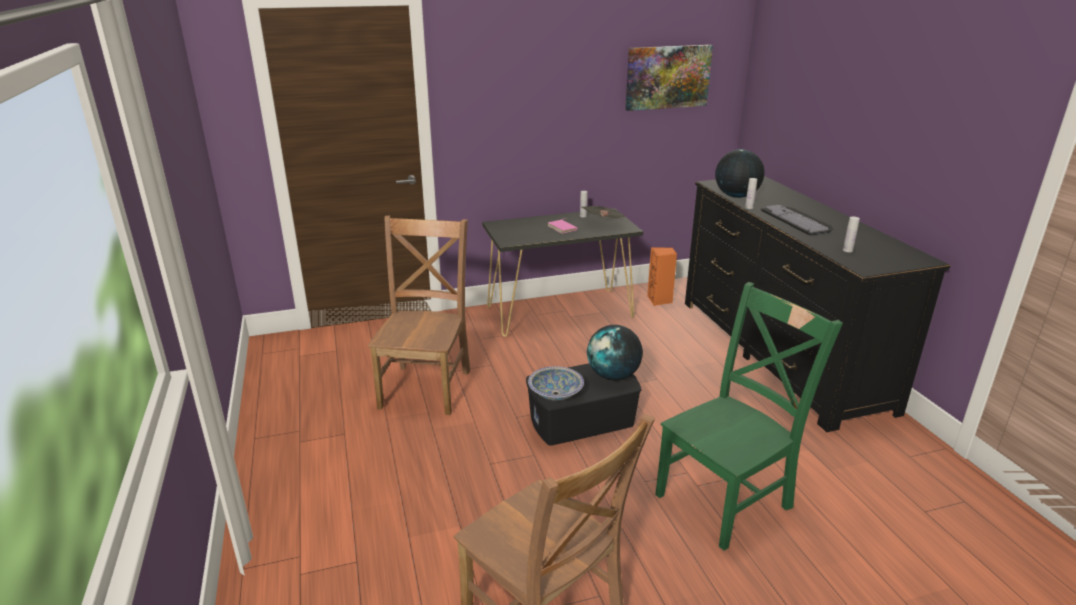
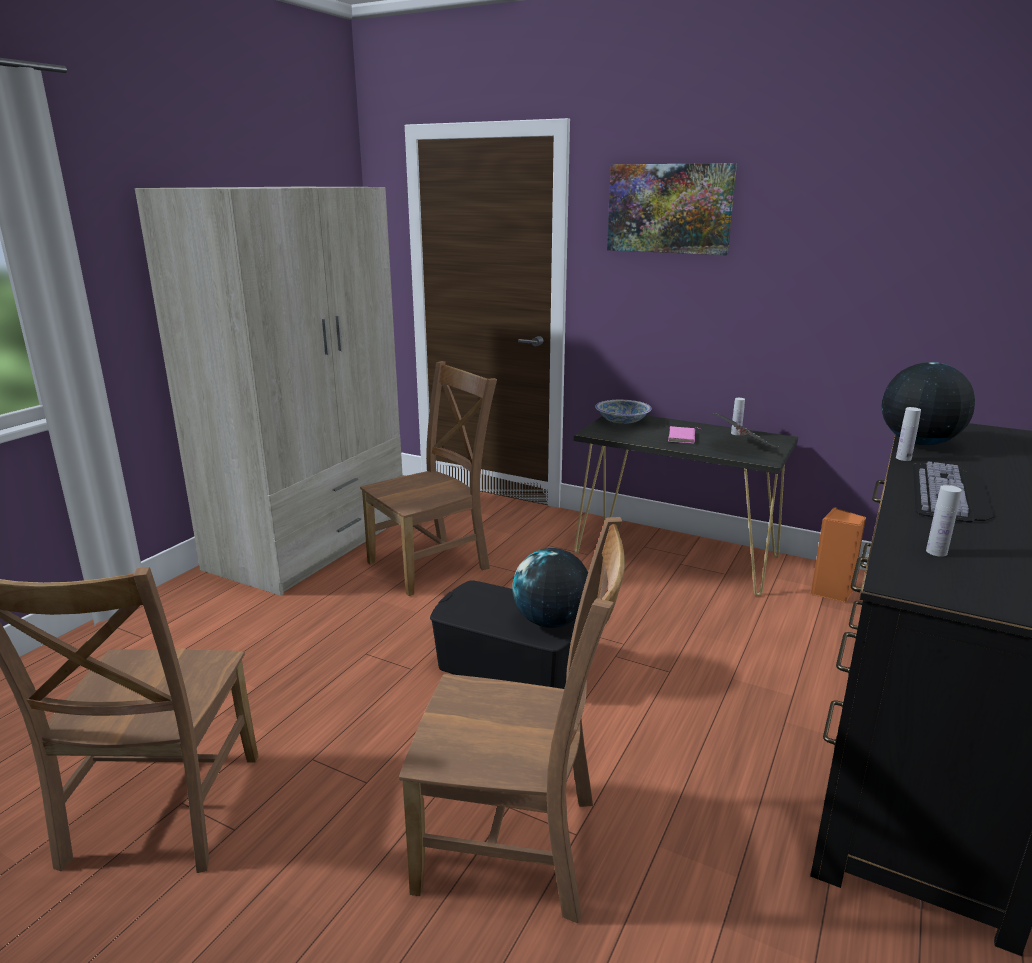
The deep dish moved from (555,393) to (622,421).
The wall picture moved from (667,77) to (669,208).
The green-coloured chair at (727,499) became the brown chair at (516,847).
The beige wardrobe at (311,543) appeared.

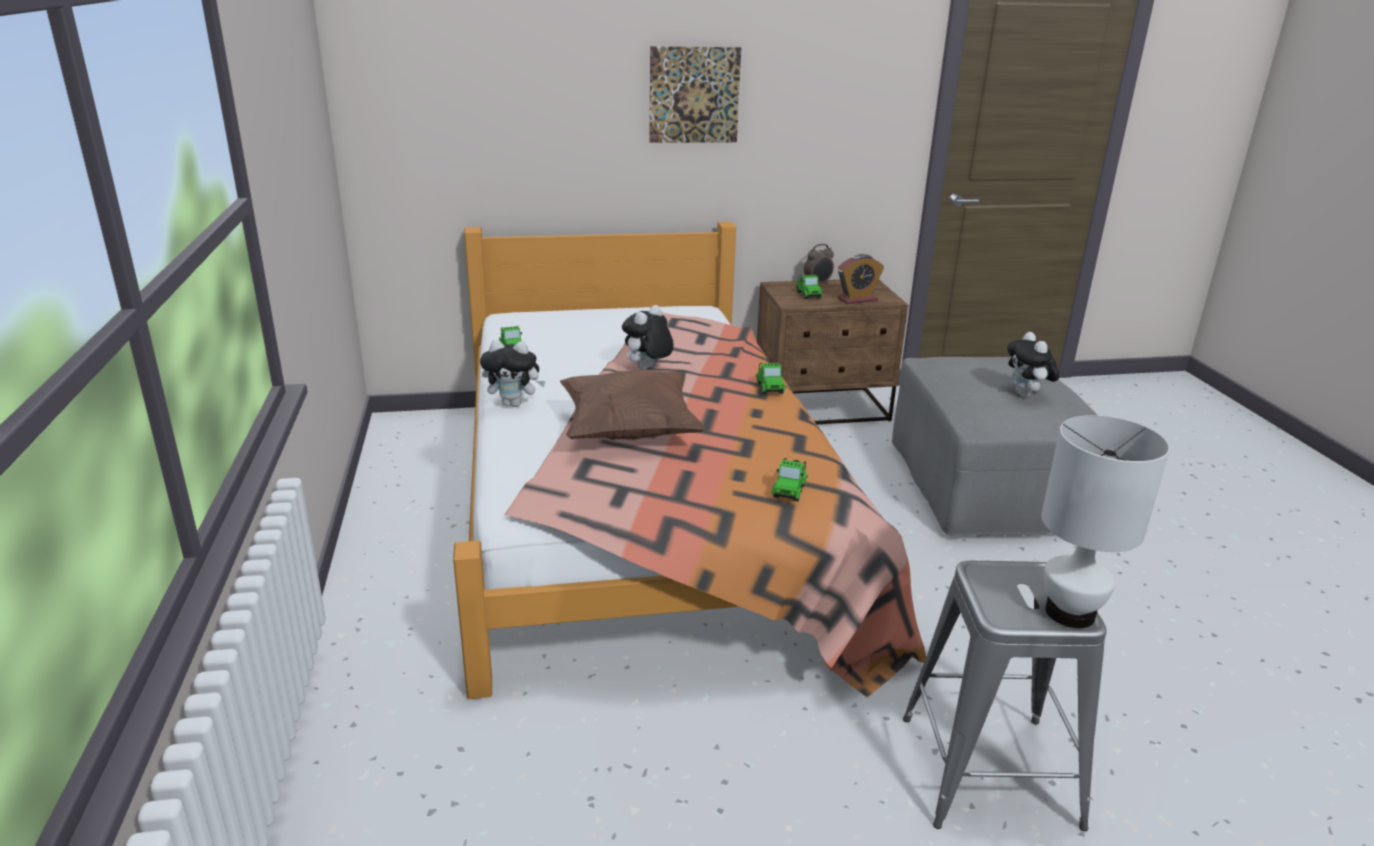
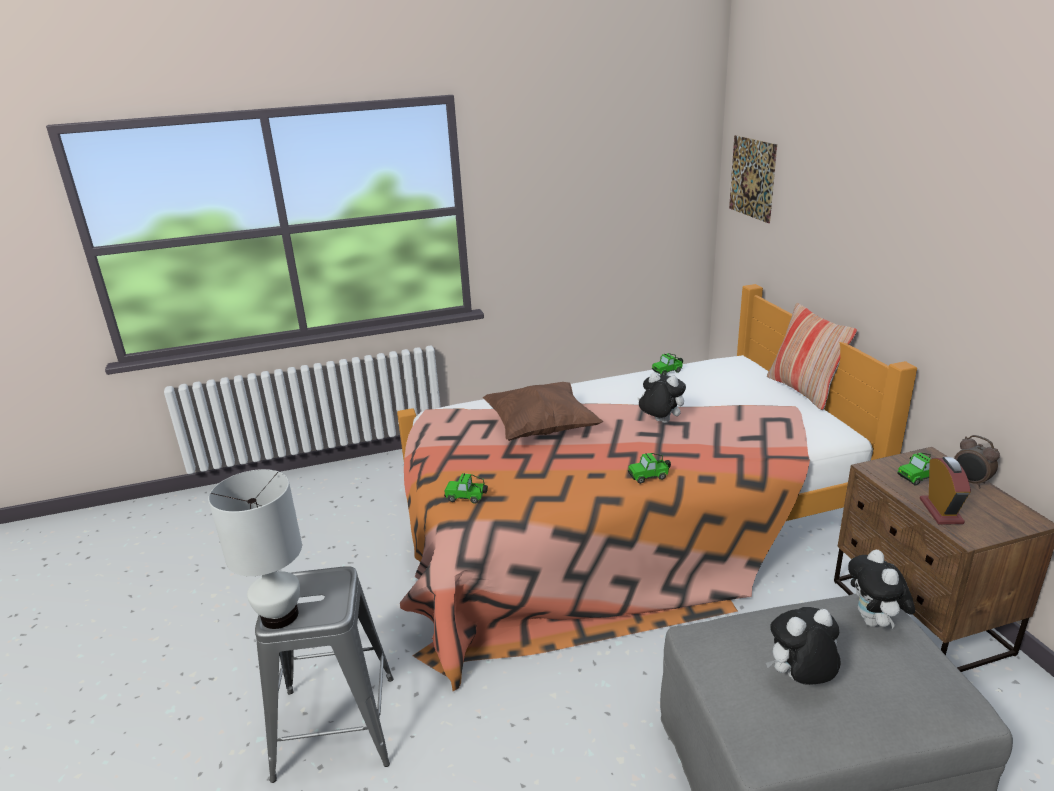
The cuddly toy moved from (514,404) to (874,622).
The wall picture moved from (694,95) to (752,178).
The bedside clock at (857,299) turned 150 degrees counterclockwise.
The pillow at (803,390) appeared.

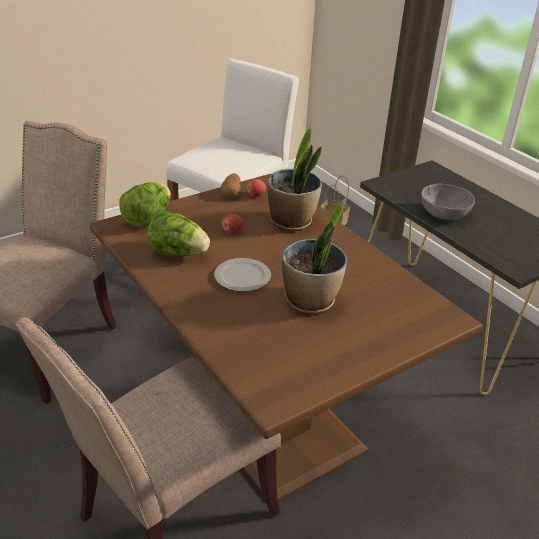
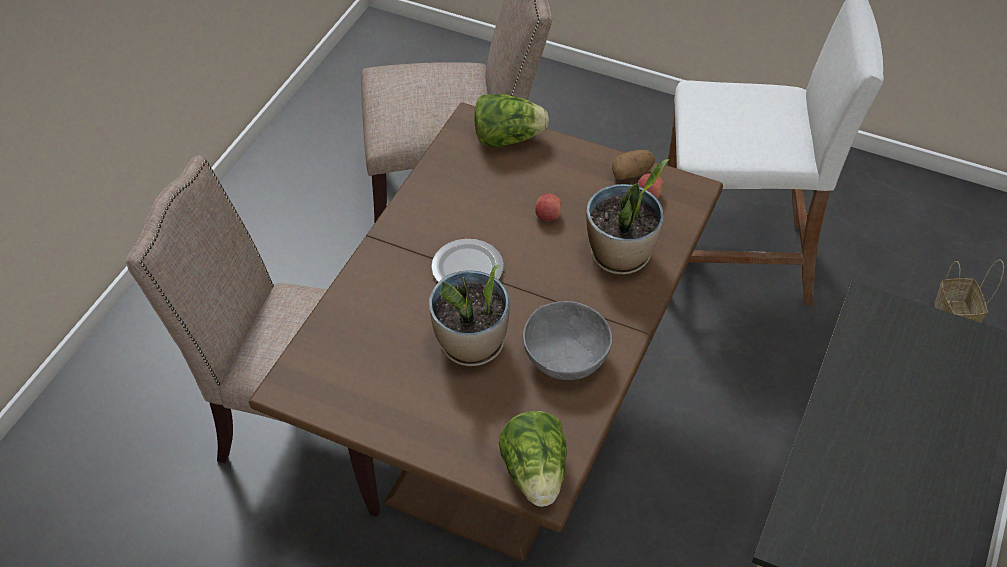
The head of lettuce moved from (178,253) to (535,473).
The greyish deep dish moved from (443,214) to (565,357).

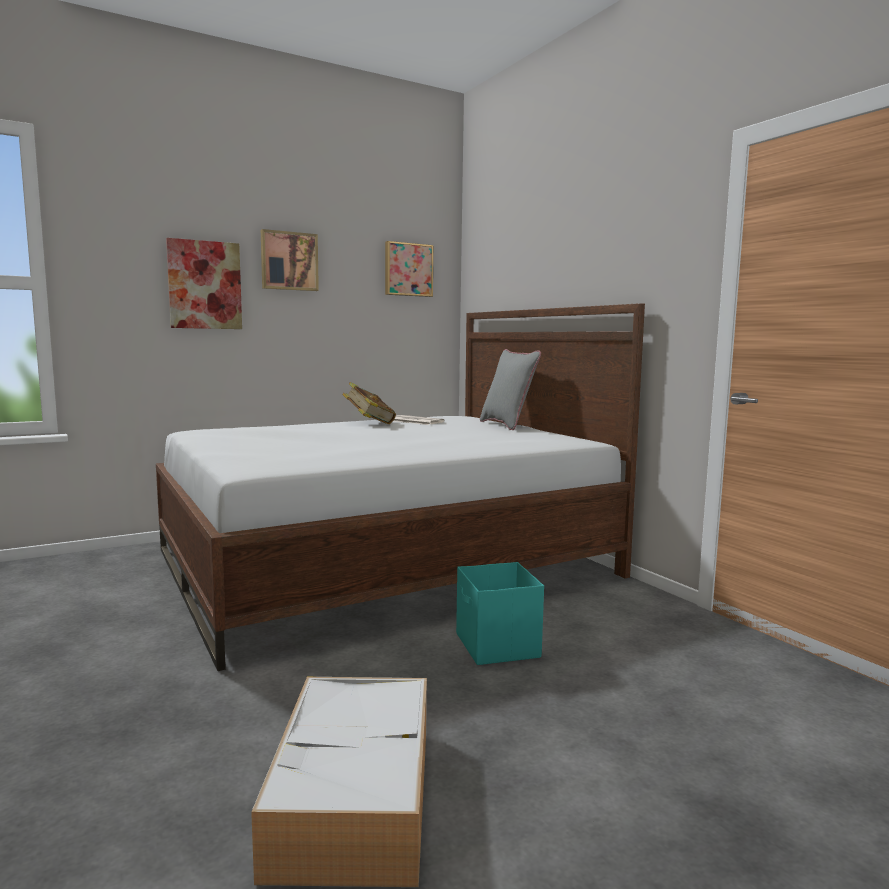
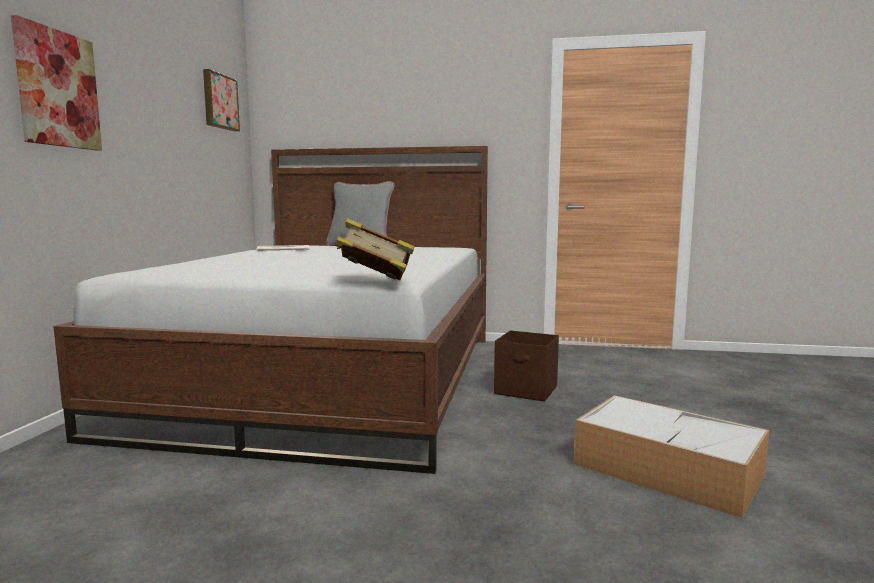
The wall picture at (289,261) disappeared.
The volume moved from (369,423) to (374,283).
The turquoise-coloured storage bin at (497,646) became the brown storage bin at (526,390).

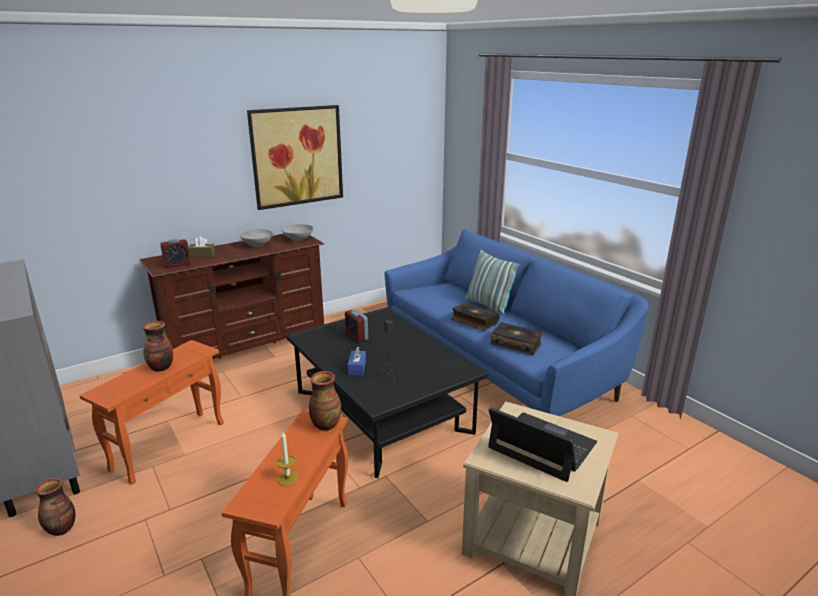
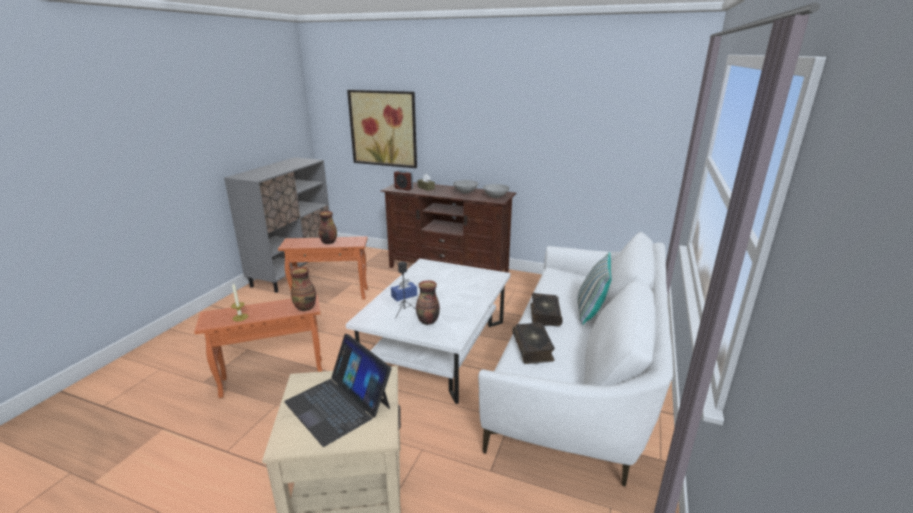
The vase moved from (61,529) to (428,321).
The wall picture moved from (297,156) to (383,128).
The blackish lounge table at (382,412) became the white lounge table at (437,347).
The bedside clock at (356,336) disappeared.
The bluish sofa at (498,365) became the white sofa at (578,376).
The laptop at (542,446) turned 135 degrees clockwise.

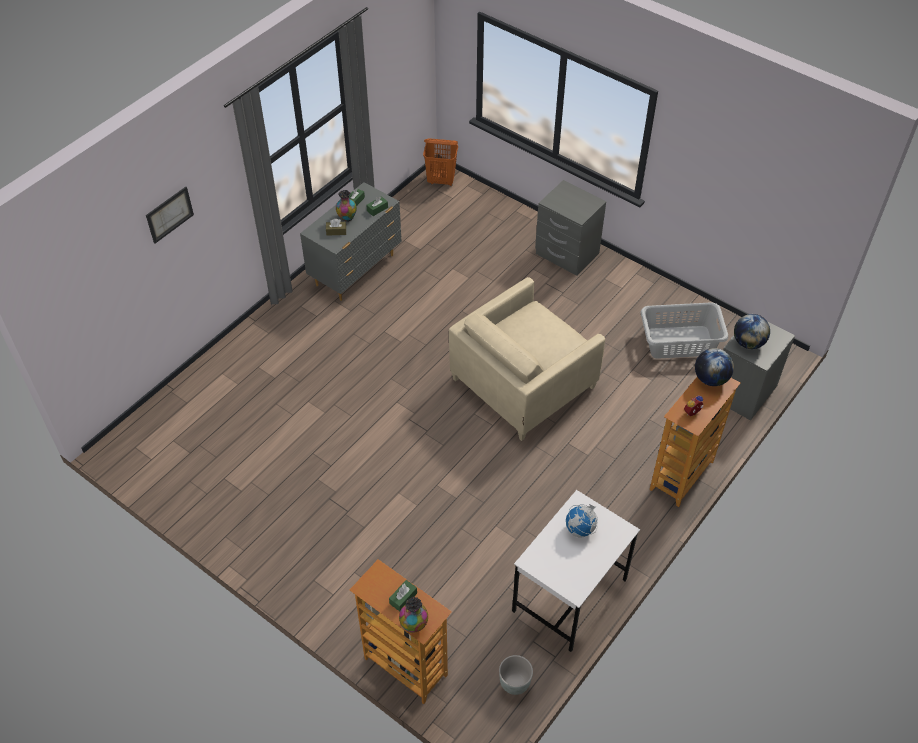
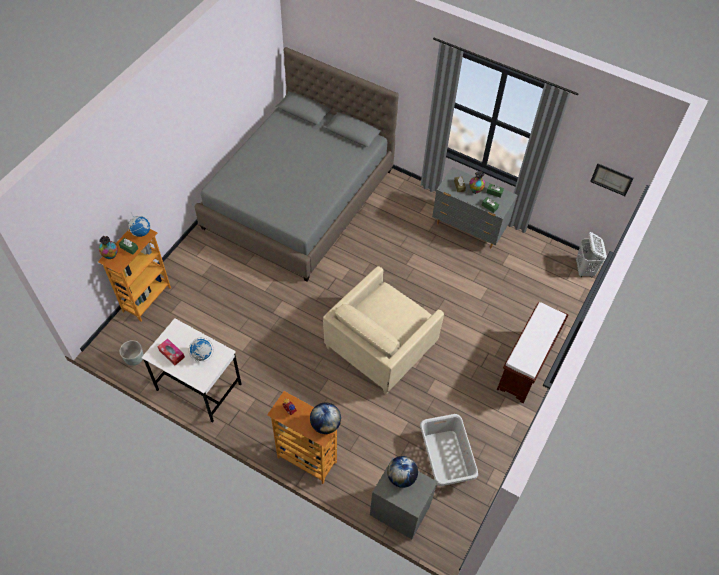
The wall picture moved from (169,214) to (611,179).
The orangey washing basket at (441,181) became the white washing basket at (584,270).
The beige lounge chair at (523,382) turned 90 degrees counterclockwise.
The greyish bedside table at (566,254) was replaced by the brown bench at (526,366).
The desk globe at (141,232) appeared.
The box of tissues at (171,354) appeared.
The greyish bedroom bed at (299,199) appeared.

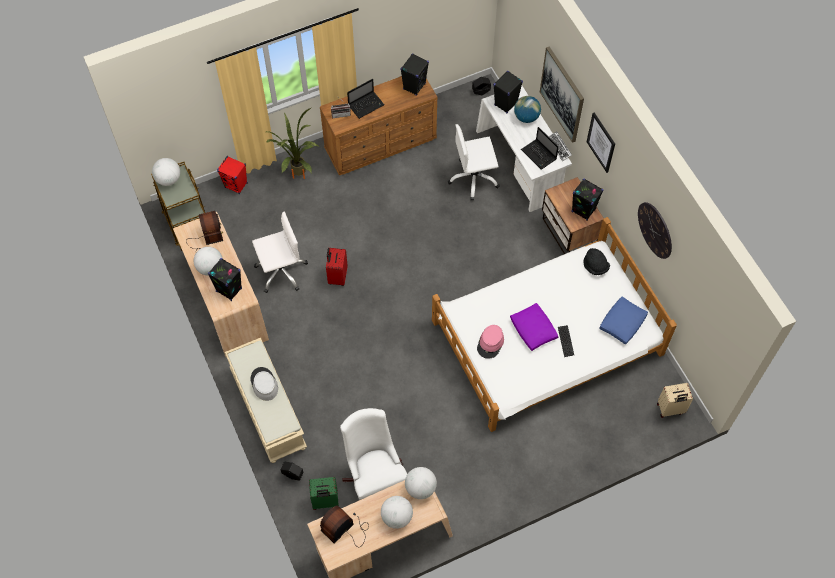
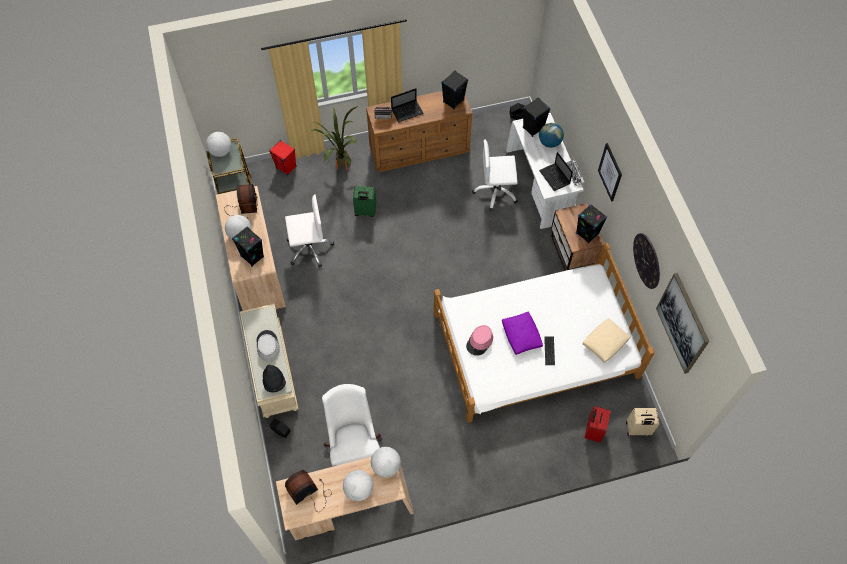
The green-coloured suitcase moved from (325,501) to (365,212).
The red suitcase moved from (337,276) to (593,430).
The wall picture moved from (562,94) to (682,323).
The blackish hat moved from (595,266) to (274,382).
The bluish pillow at (622,323) became the beige pillow at (605,343).

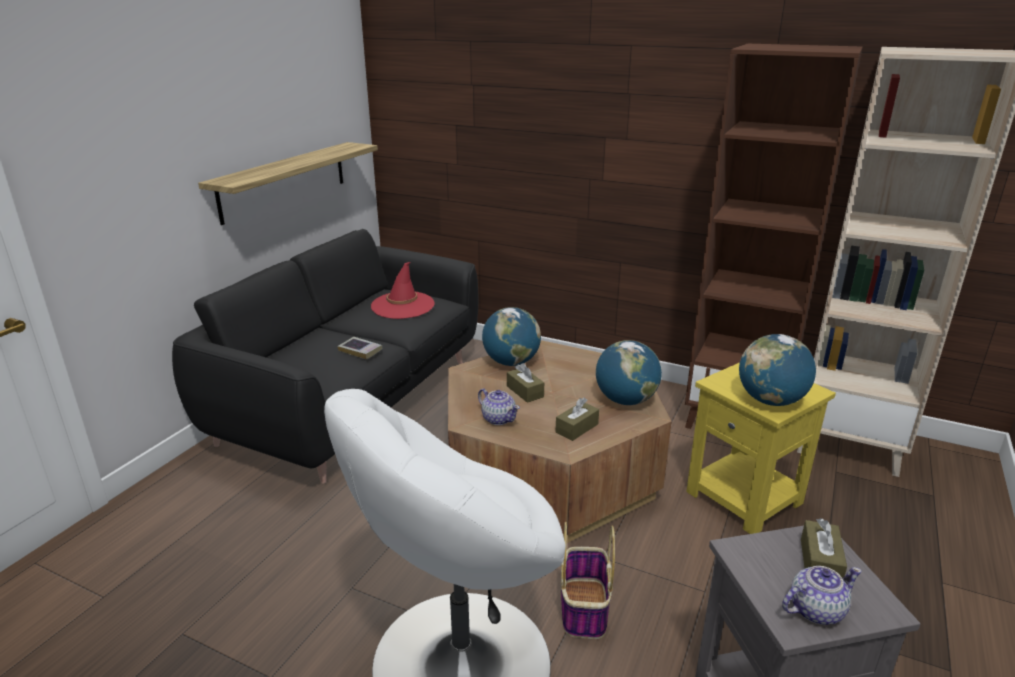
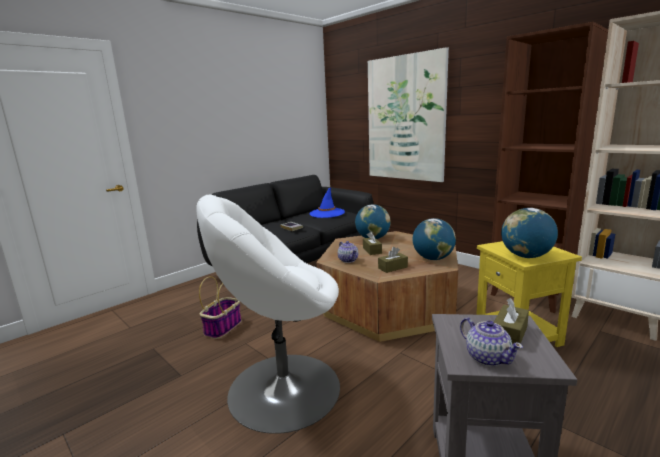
The shelf at (284,181) disappeared.
The red hat at (402,305) became the bluish hat at (327,213).
The household basket moved from (584,607) to (223,327).
The tea pot at (815,610) turned 60 degrees clockwise.
The wall picture at (405,119) appeared.

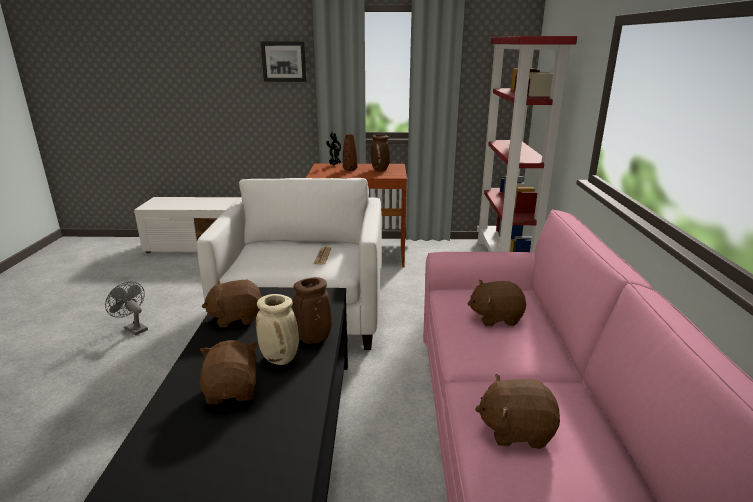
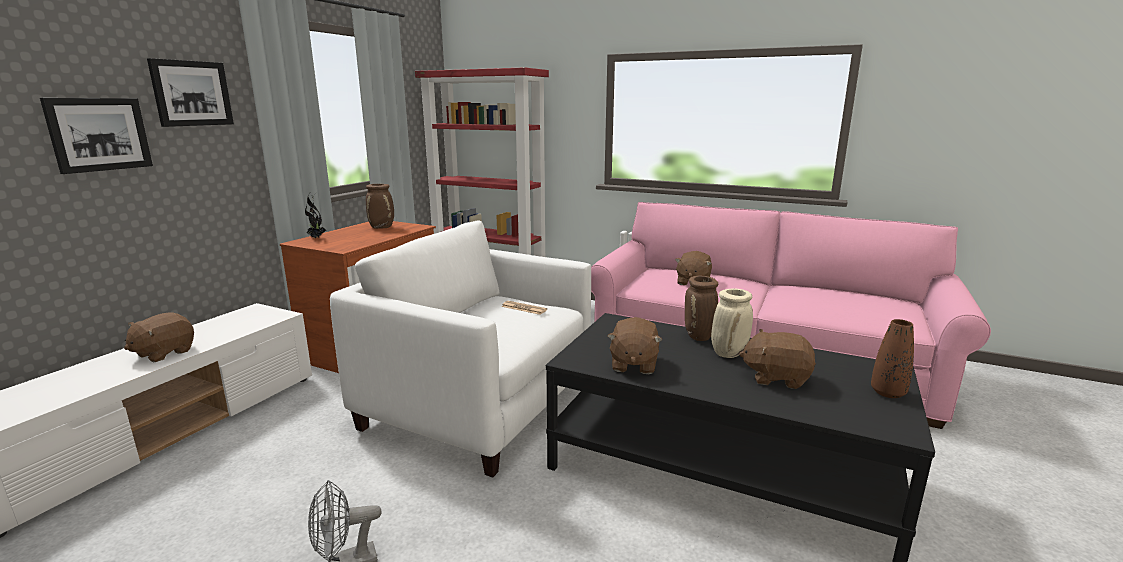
The brown vase moved from (350,169) to (888,393).
The brown cuddly toy moved from (516,430) to (164,353).
The wall picture at (99,134) appeared.

